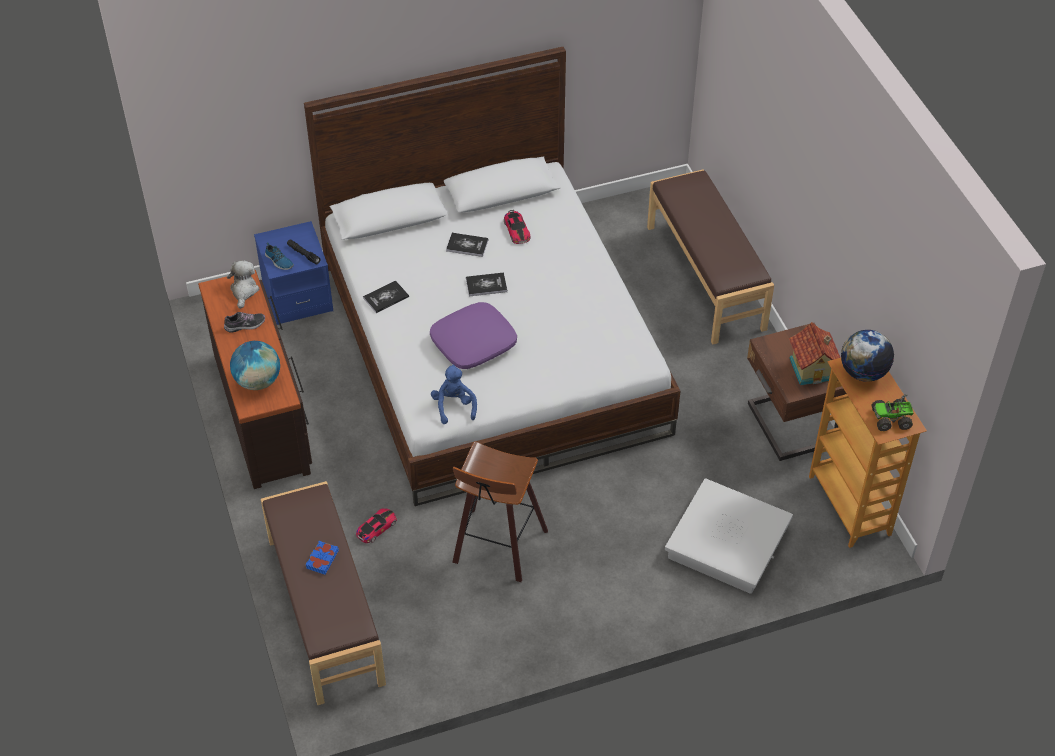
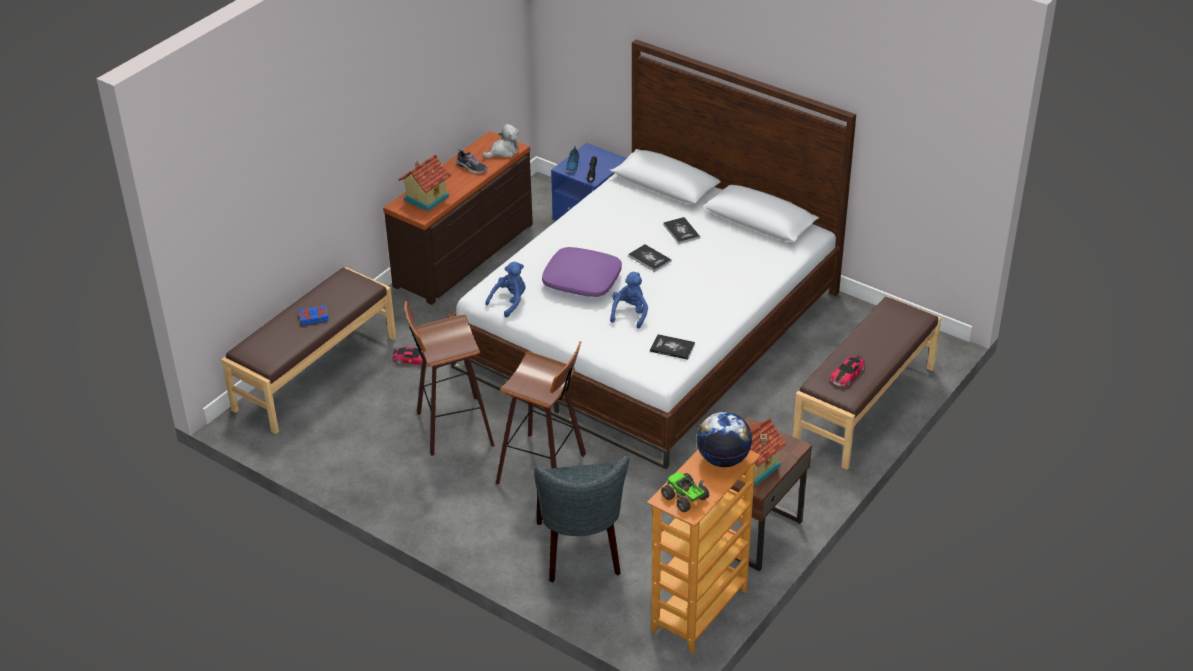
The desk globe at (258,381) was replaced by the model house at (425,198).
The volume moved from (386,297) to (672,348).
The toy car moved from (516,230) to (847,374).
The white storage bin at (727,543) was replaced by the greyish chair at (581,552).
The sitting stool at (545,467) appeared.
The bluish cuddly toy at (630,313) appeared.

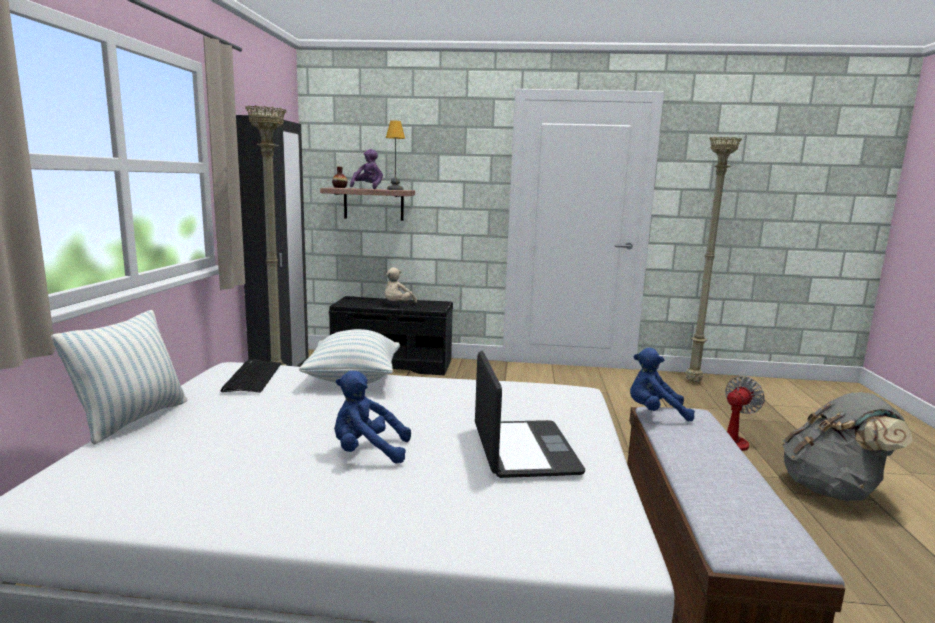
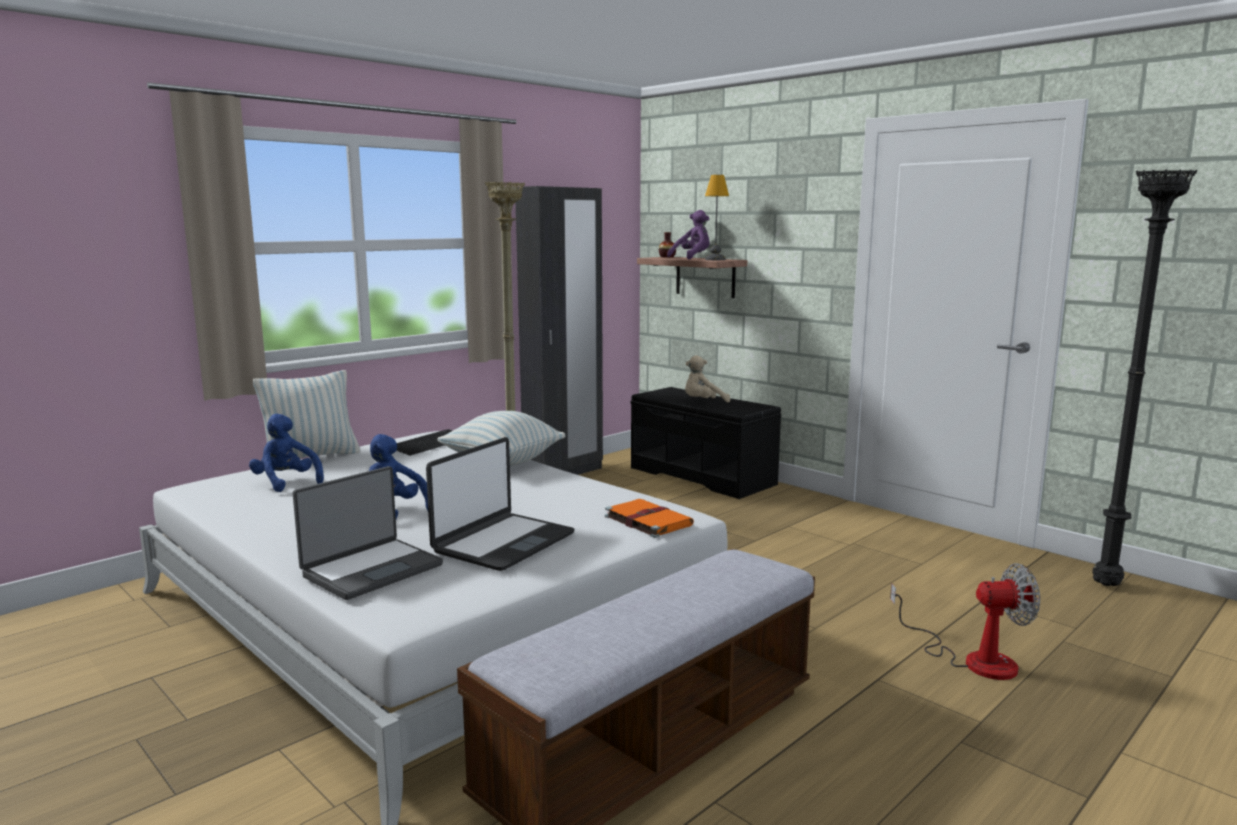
The bluish cuddly toy moved from (655,413) to (286,483).
The beige standard lamp at (694,382) became the blackish standard lamp at (1108,586).
The greyish rucksack at (833,490) disappeared.
The laptop at (371,570) appeared.
The orangey volume at (646,520) appeared.

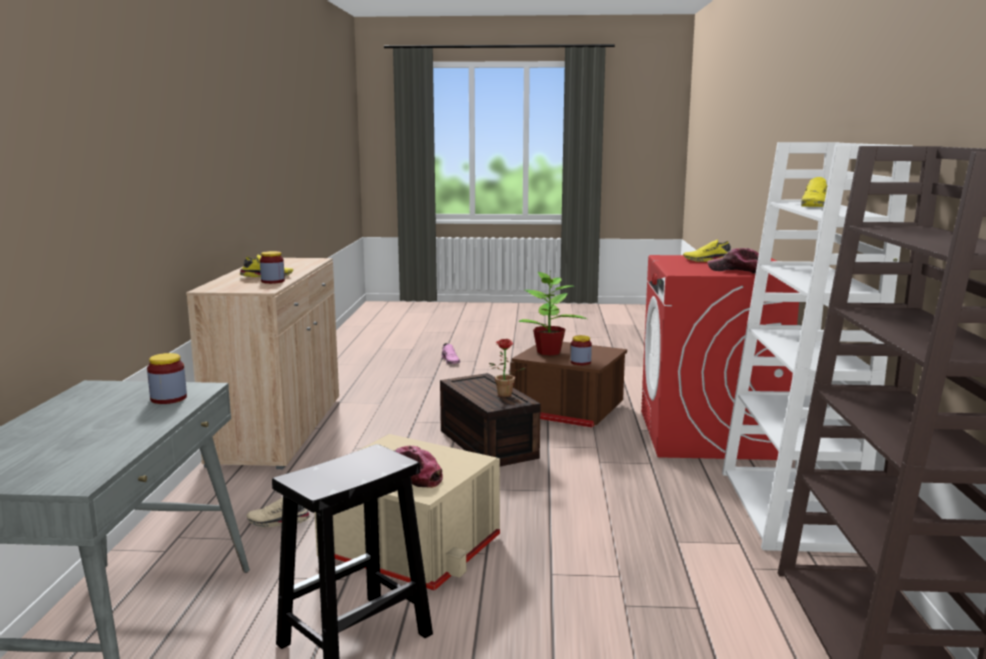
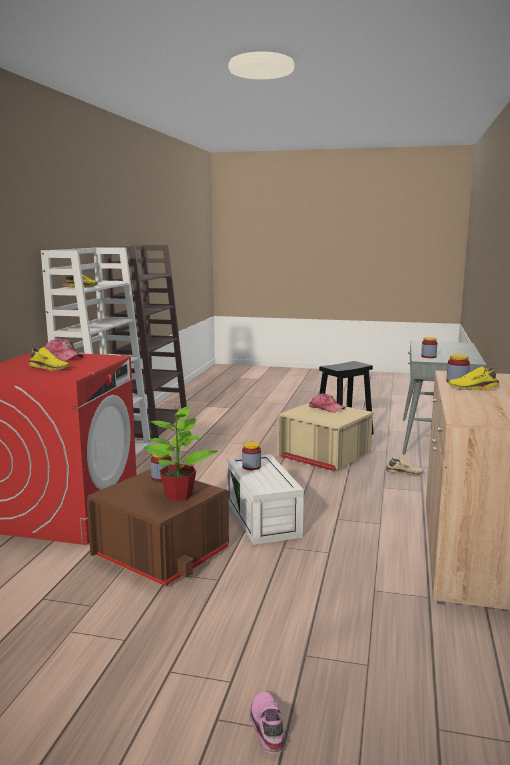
The brown storage bin at (485,443) became the white storage bin at (264,519).
The plant in a pot at (503,395) was replaced by the preserve jar at (251,467).

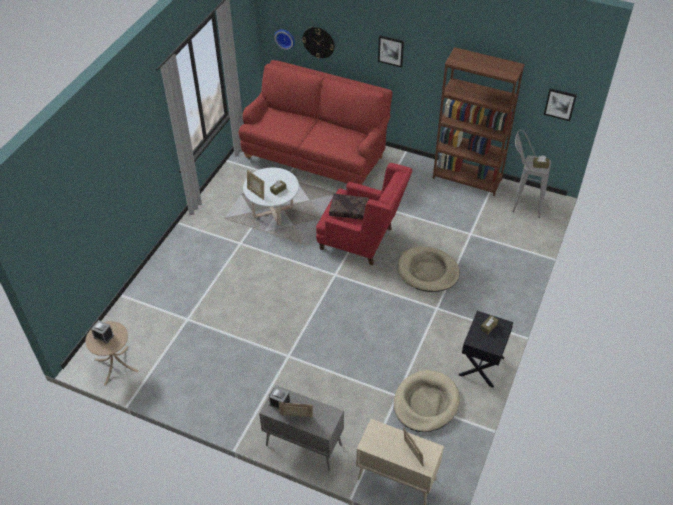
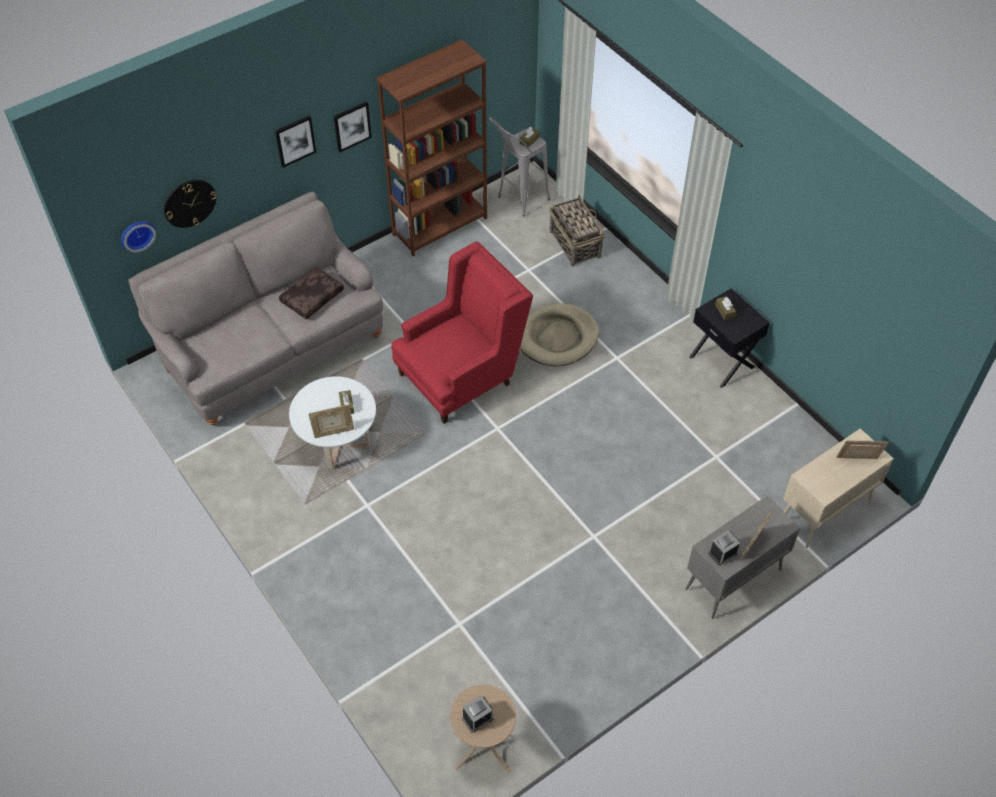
The red sofa at (316,155) became the greyish sofa at (271,348).
The brown pillow moved from (349,210) to (312,297).
The beige dog cushion at (425,403) disappeared.
The wall picture moved from (560,104) to (352,126).
The household basket at (574,243) appeared.

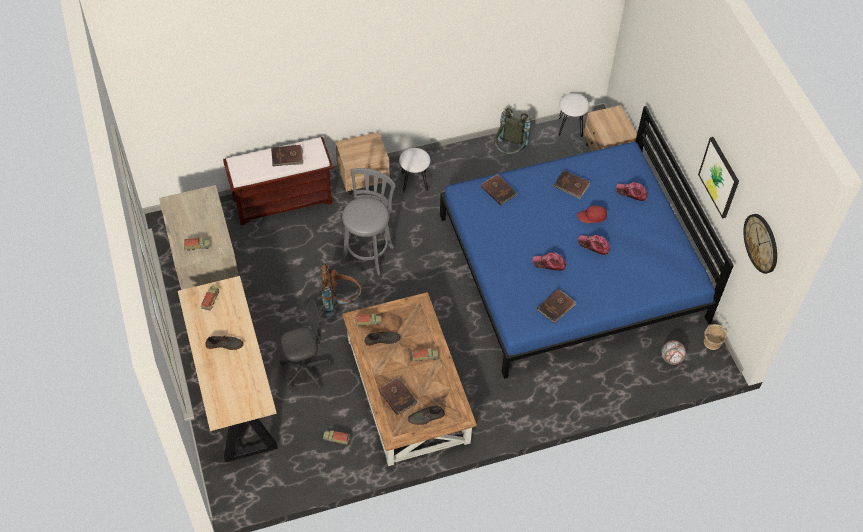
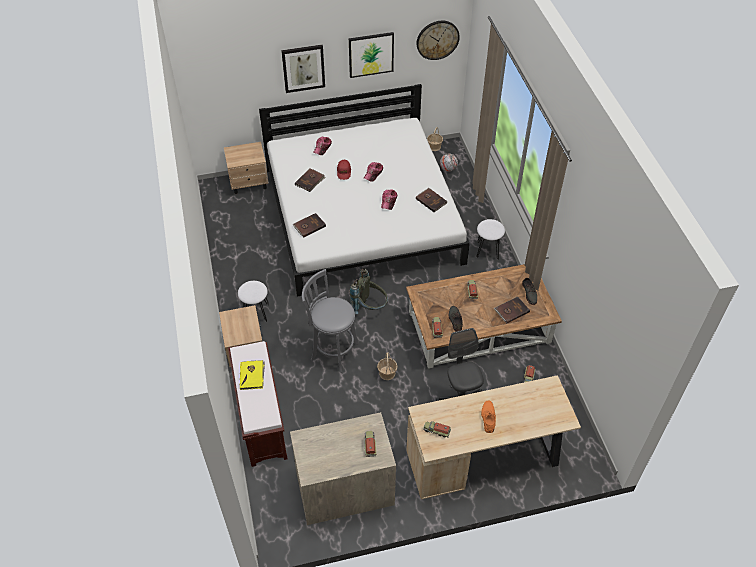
The greyish item of footwear at (224,344) became the orangey item of footwear at (488,417).
The brown volume at (287,157) became the yellow-coloured volume at (252,375).
The brown rucksack at (340,301) was replaced by the household basket at (387,373).
The bluish bedroom bed at (572,267) became the white bedroom bed at (362,214).
The greyish rucksack moved from (509,151) to (369,308).
The white sitting stool moved from (570,127) to (487,251).
The wall picture at (303,68) appeared.

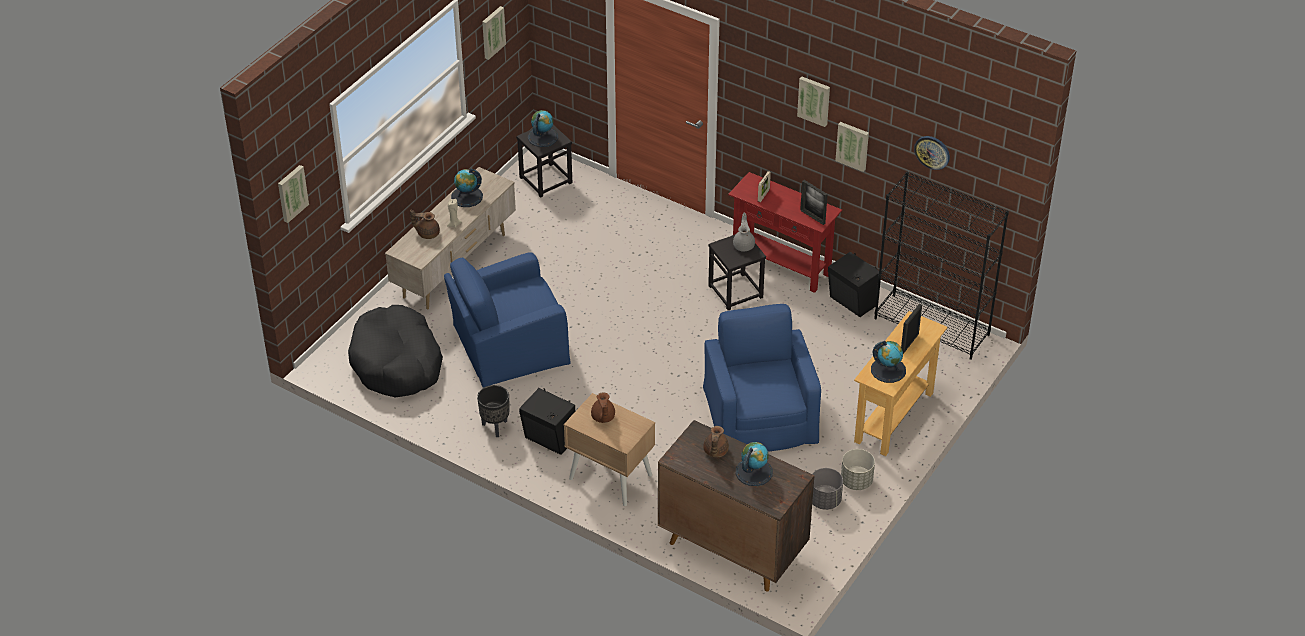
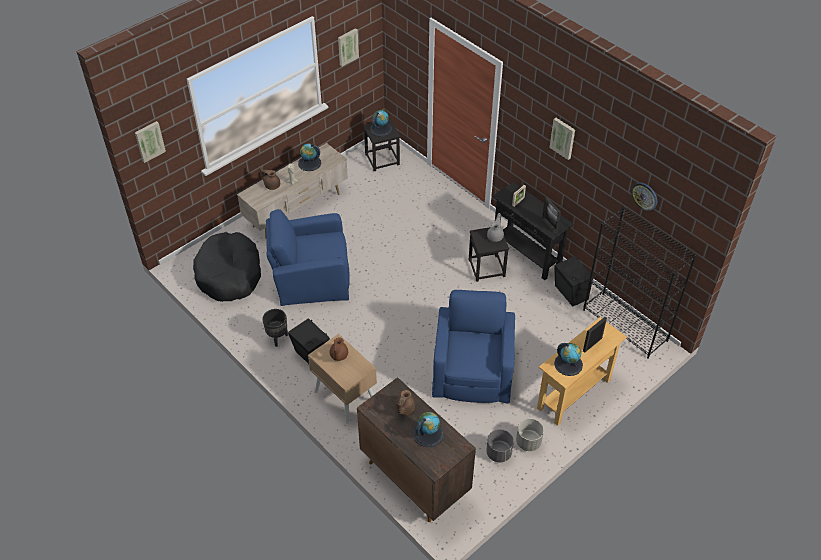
The red narrow table at (781,265) became the blackish narrow table at (526,254).
The wall picture at (853,145) disappeared.

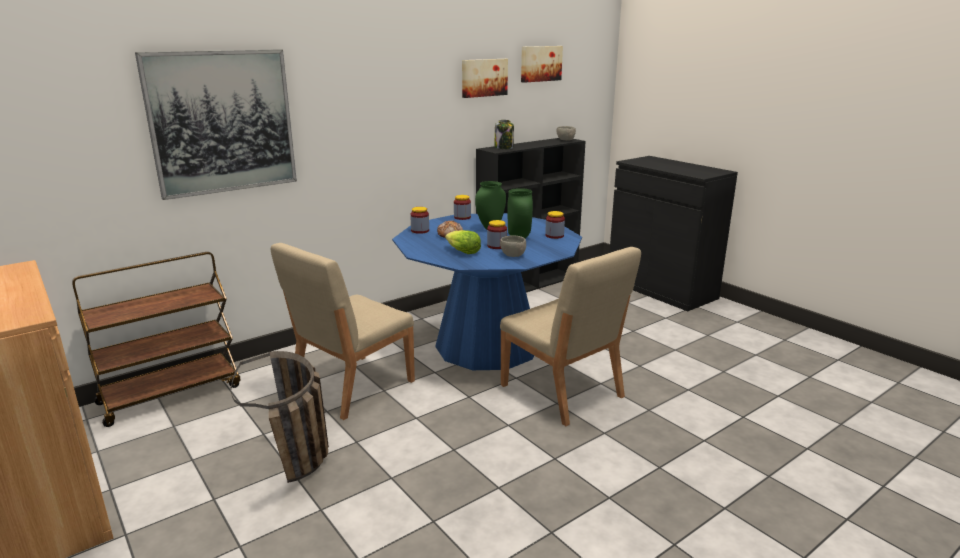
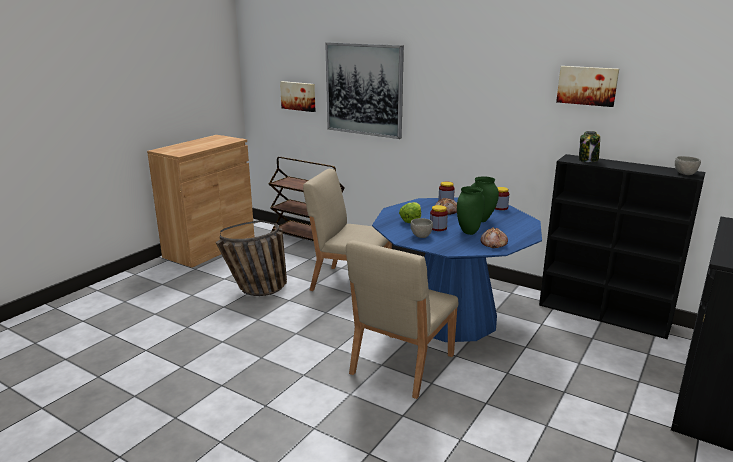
The wall picture moved from (540,63) to (298,96).
The preserve jar at (554,236) was replaced by the bakery bread at (493,243).

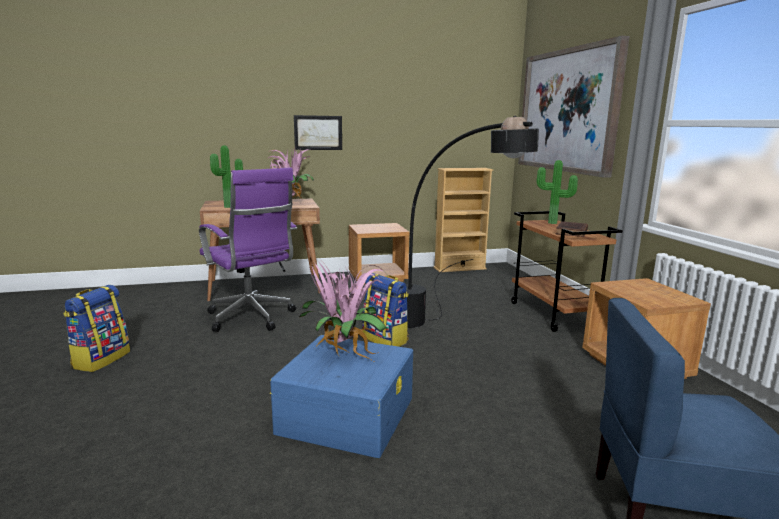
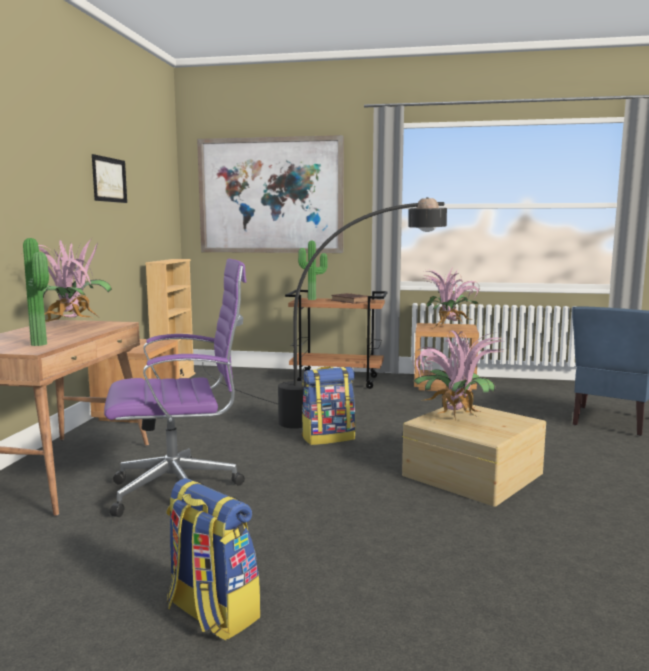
The bluish storage bin at (347,414) became the beige storage bin at (471,474).
The wall picture moved from (318,132) to (109,179).
The plant in a pot at (450,327) appeared.

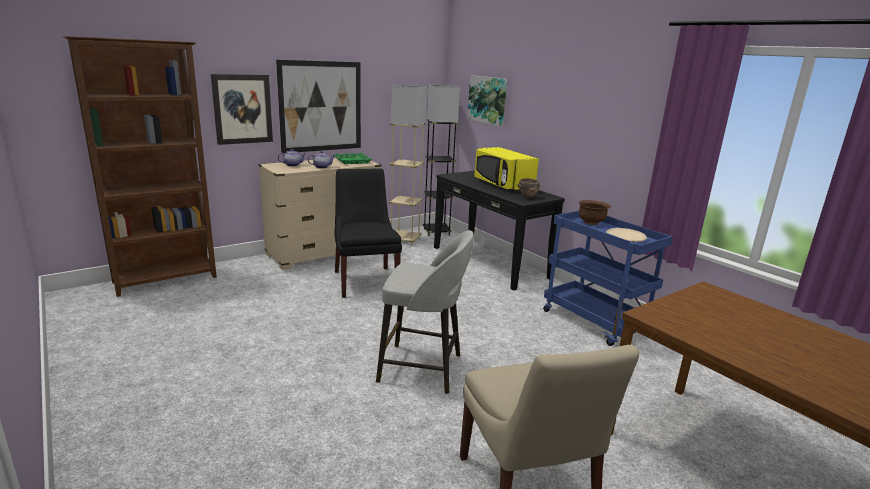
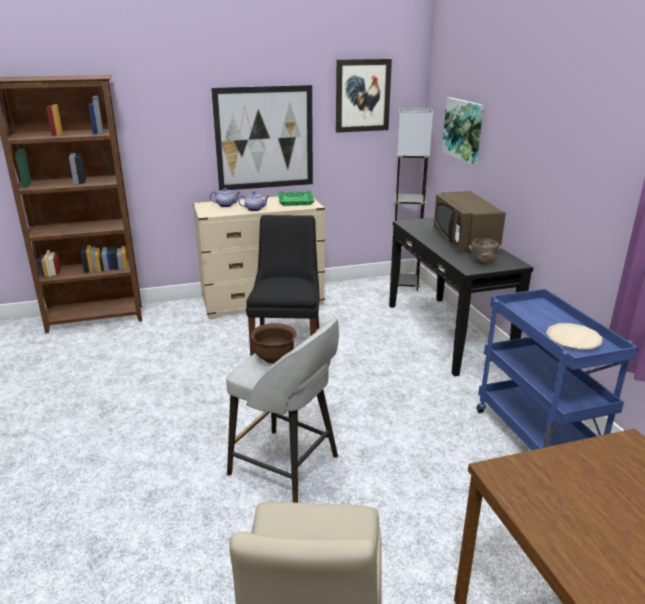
The wall picture moved from (242,109) to (362,95).
The beige standard lamp at (405,240) disappeared.
The yellow-coloured microwave at (502,185) became the brown microwave at (463,241).
The brown deep dish moved from (591,222) to (274,358).

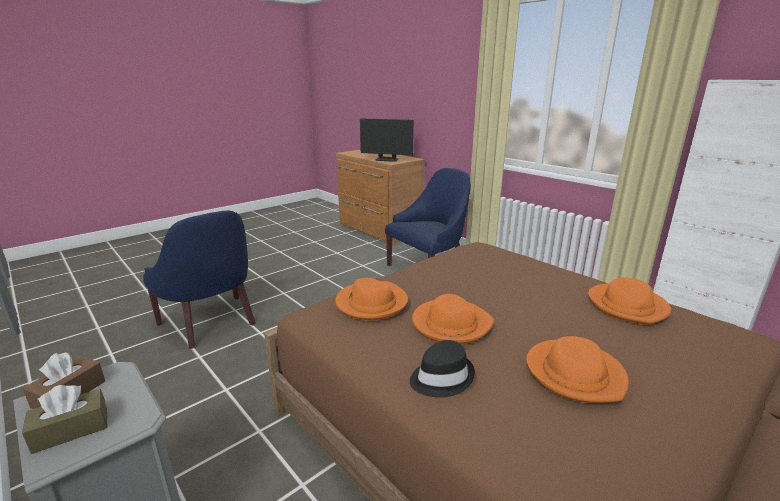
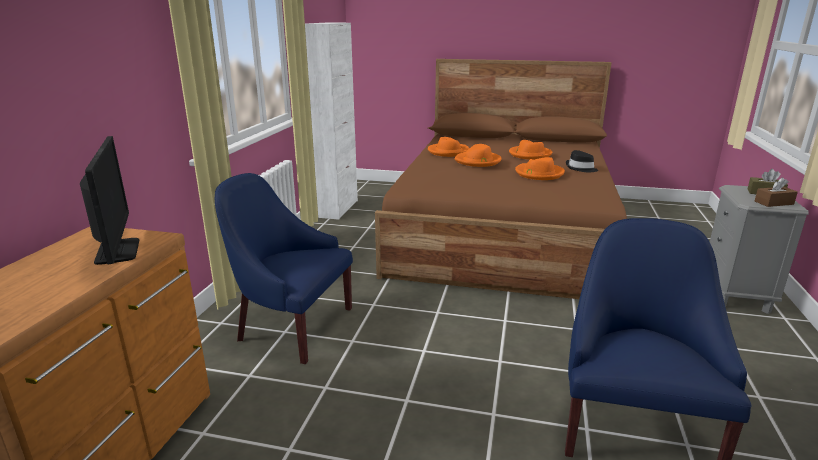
The orangey hat moved from (371,303) to (478,161).

